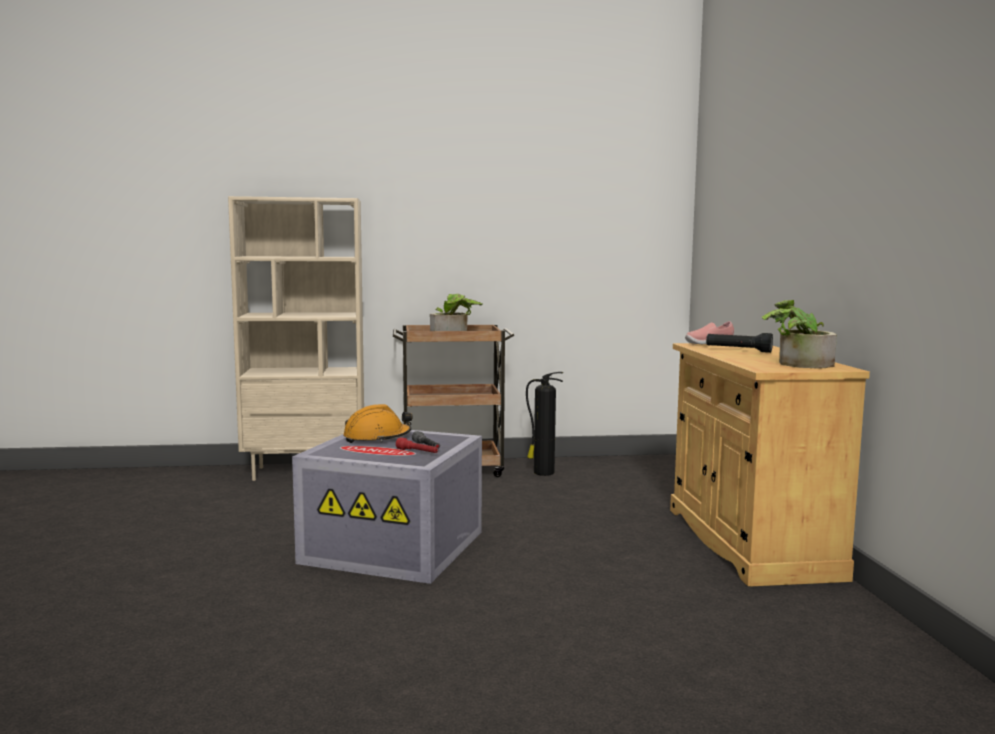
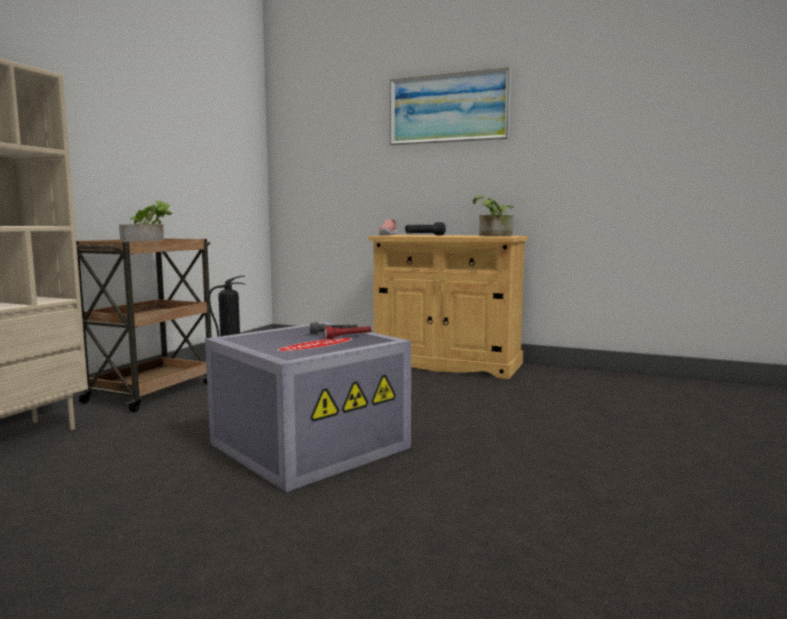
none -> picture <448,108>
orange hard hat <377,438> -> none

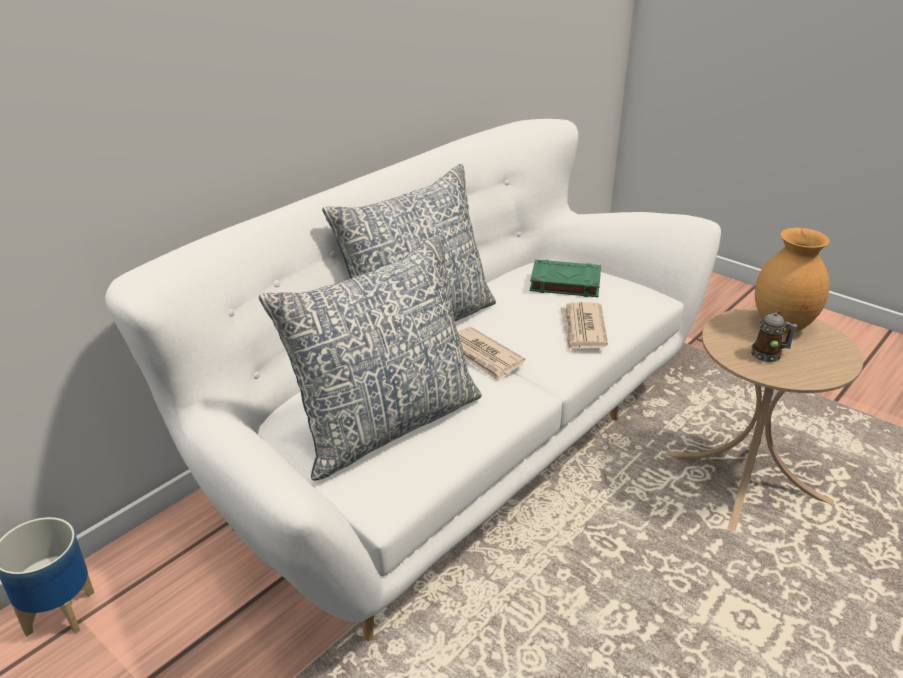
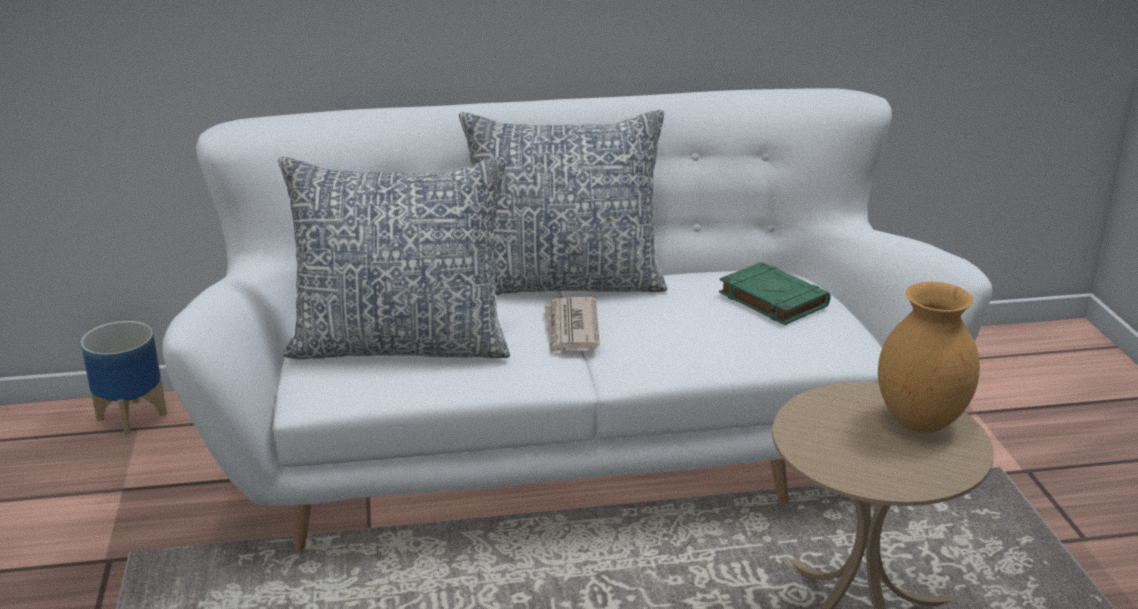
newspaper <582,329> -> none
mug <769,355> -> none

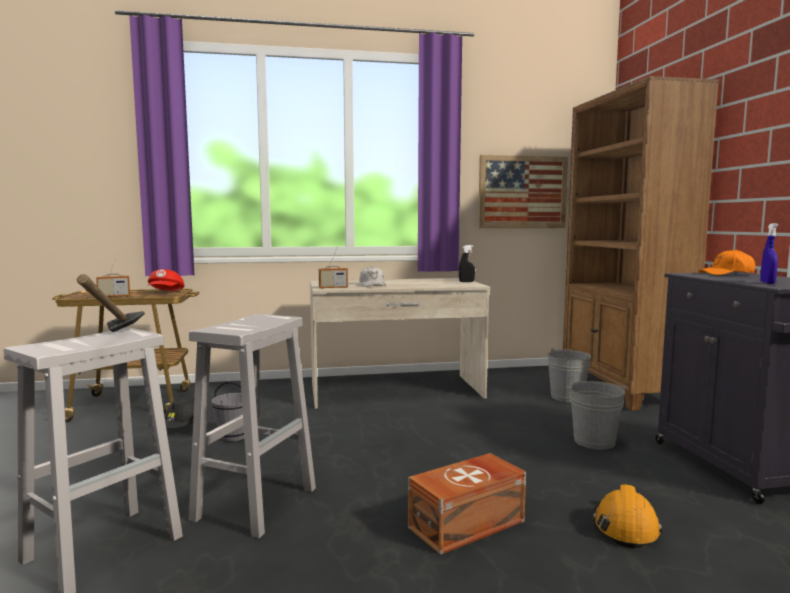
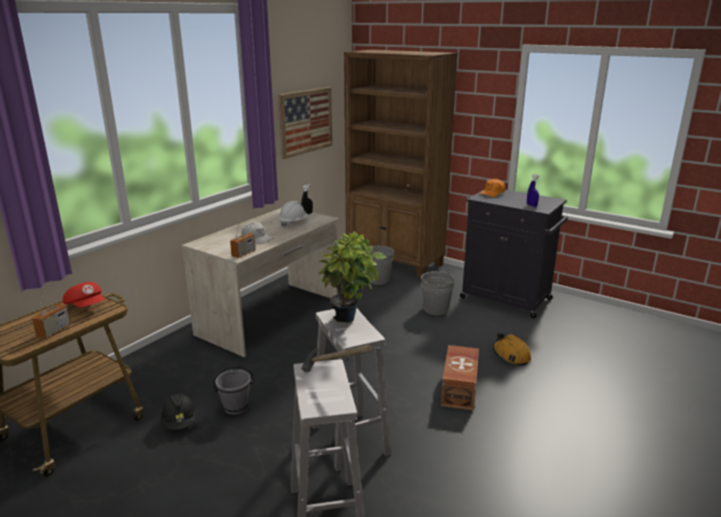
none -> white hard hat <293,223>
none -> potted plant <349,320>

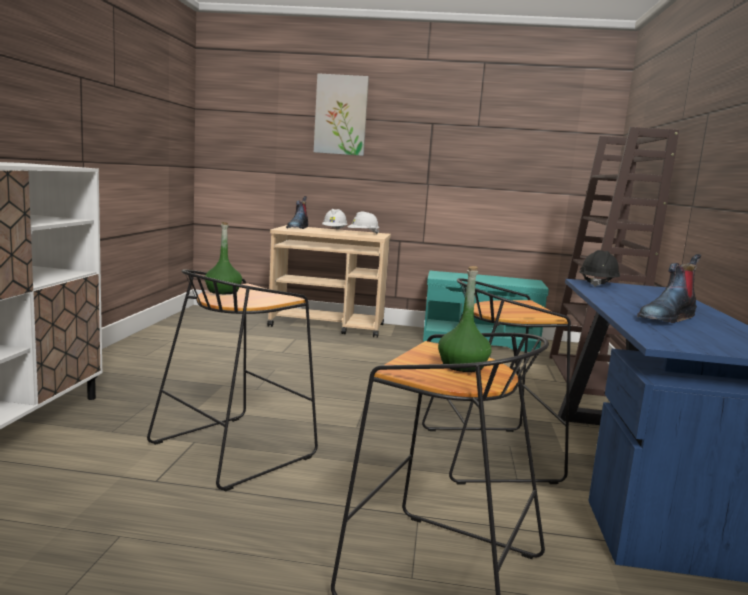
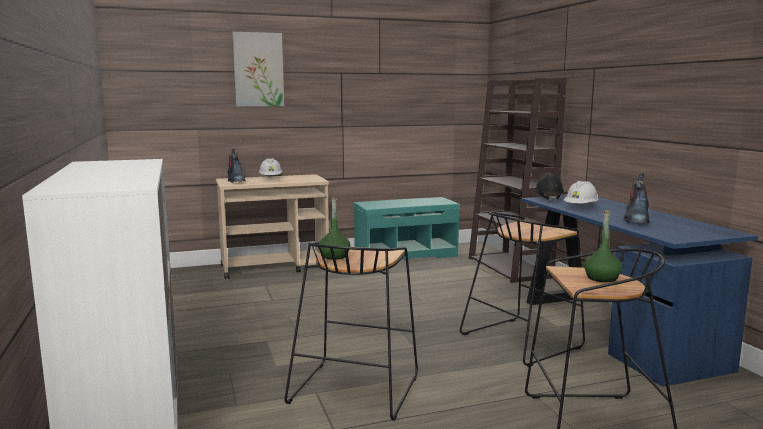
white hard hat <363,234> -> white hard hat <580,207>, move

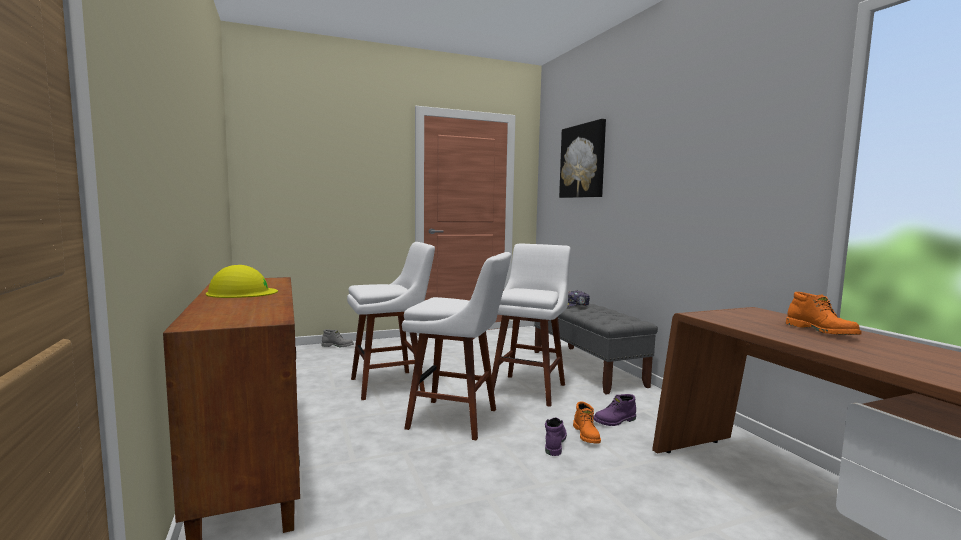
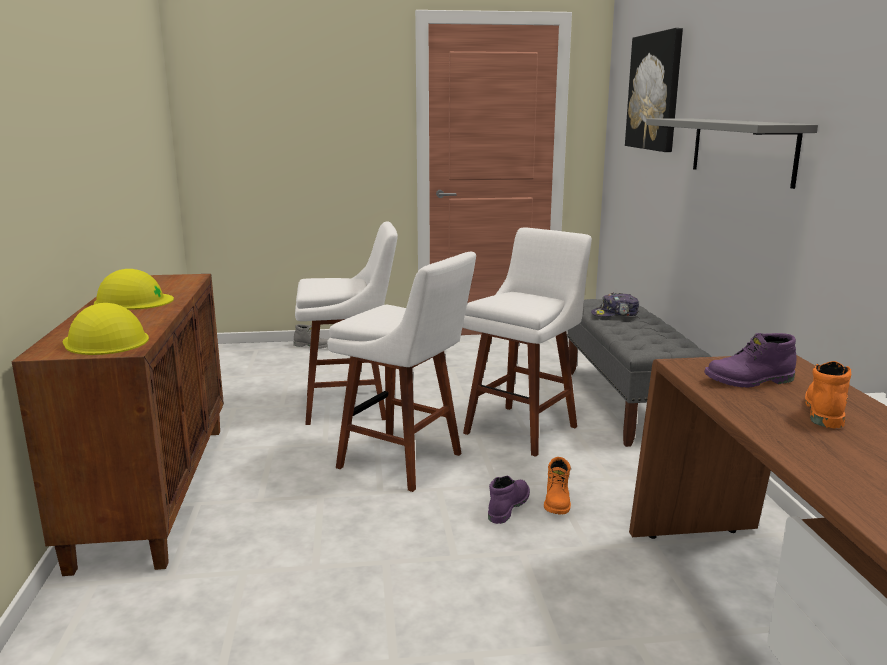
none -> yellow hard hat <105,341>
none -> grey shelf <741,149>
purple boot <615,421> -> purple boot <749,381>, move
orange boot <822,331> -> orange boot <824,409>, 150 degrees counterclockwise

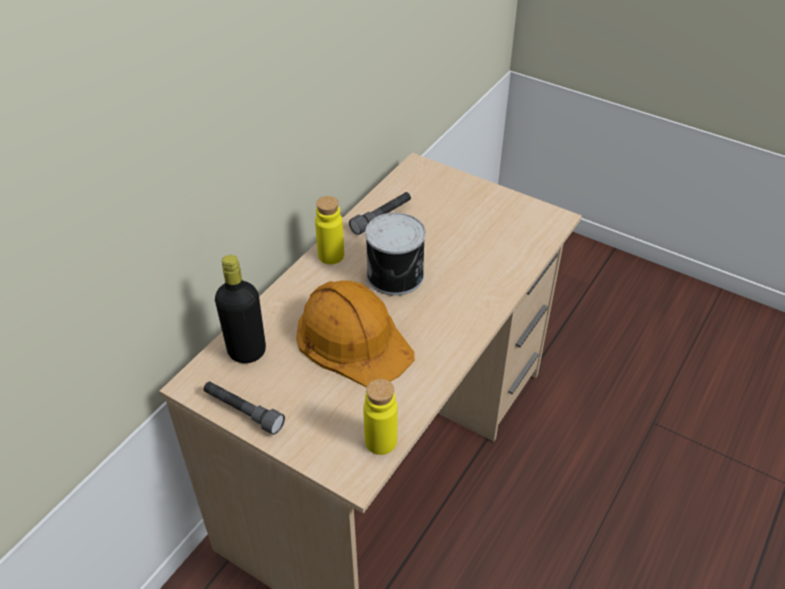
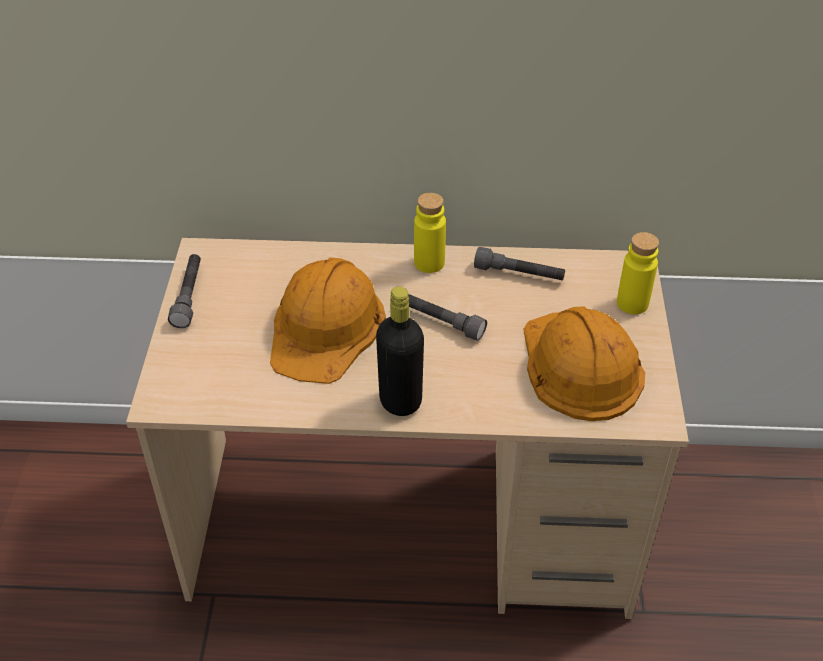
black bottle <247,352> -> black bottle <400,401>, move
can <396,275> -> grey flashlight <440,321>
none -> orange hard hat <579,365>
yellow bottle <381,441> -> yellow bottle <632,303>, move

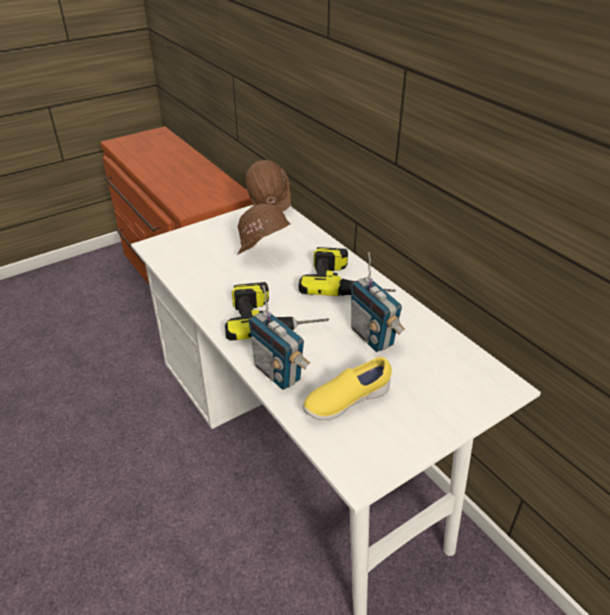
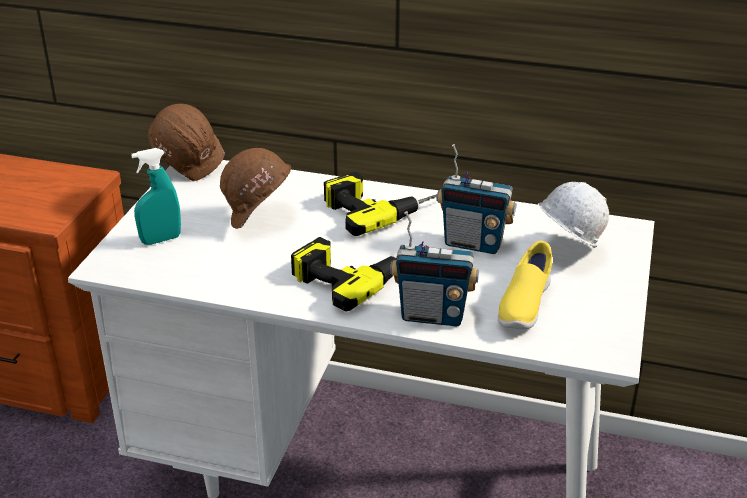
none -> turquoise spray bottle <161,240>
none -> white hard hat <566,252>

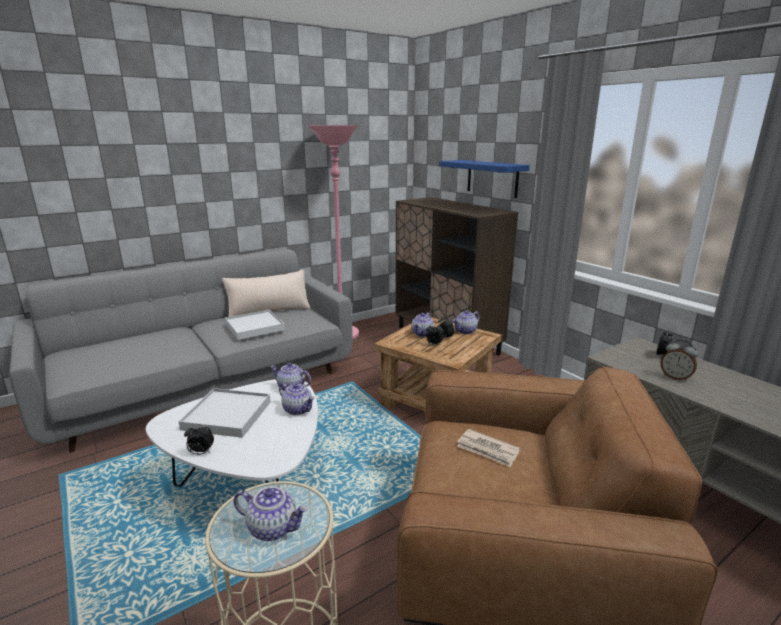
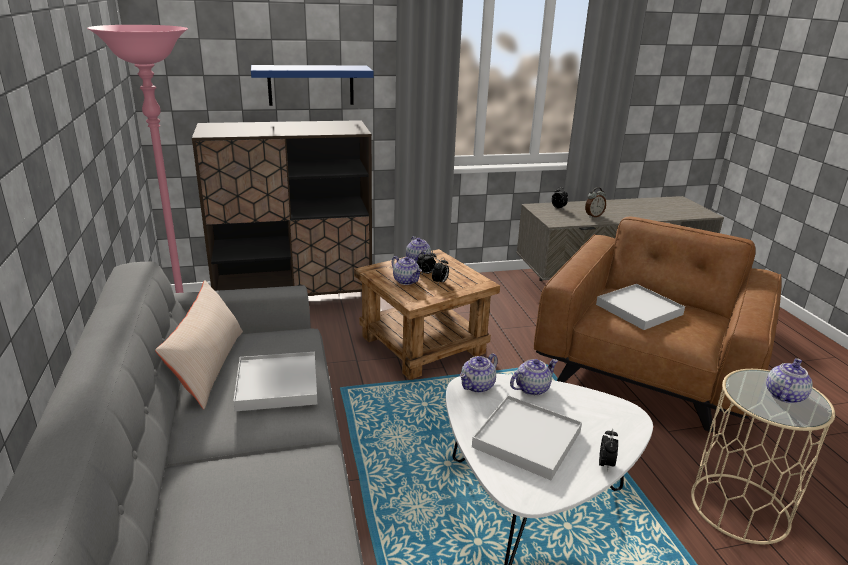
newspaper <487,450> -> white tray <639,309>

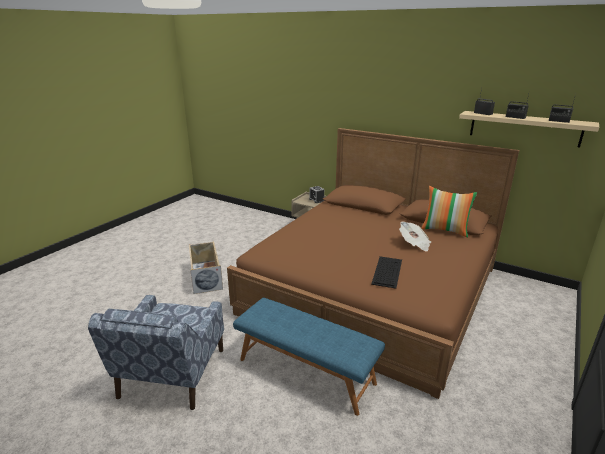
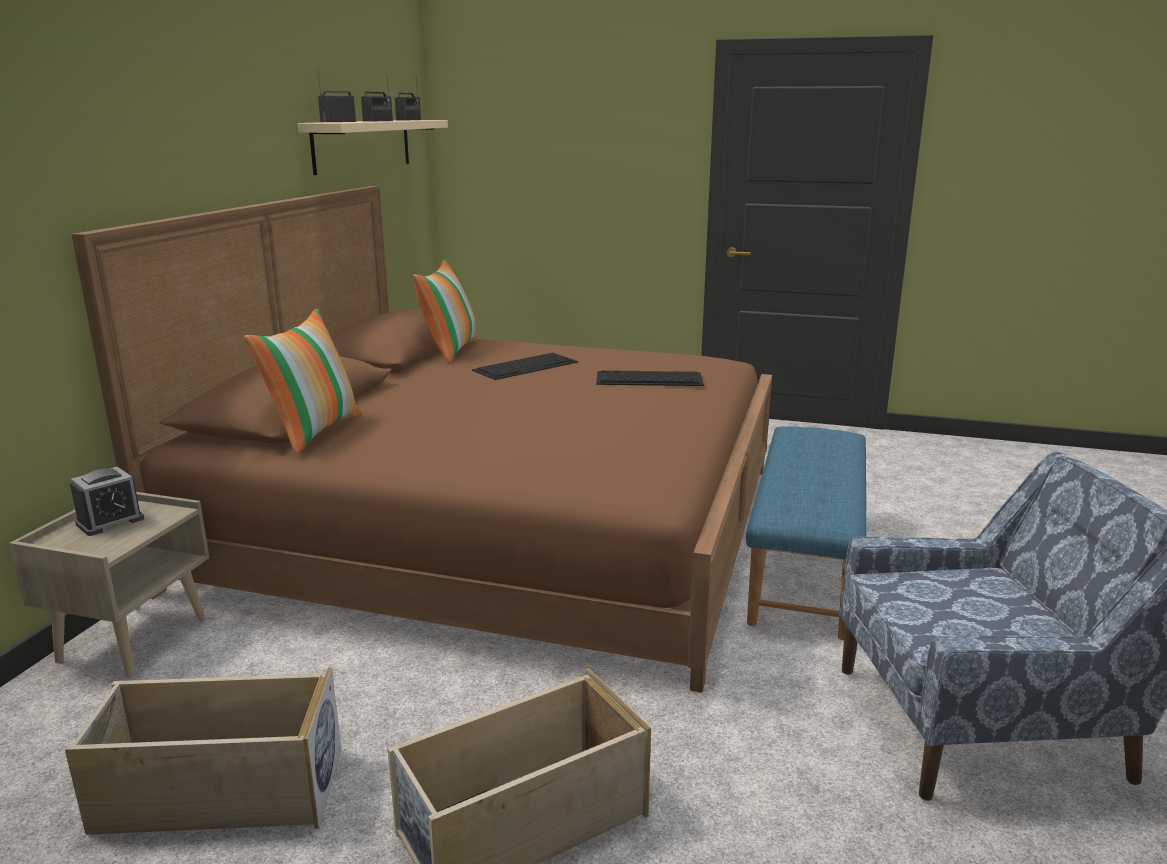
none -> beige storage box <218,792>
none -> pillow <313,431>
newspaper <414,244> -> keyboard <526,366>

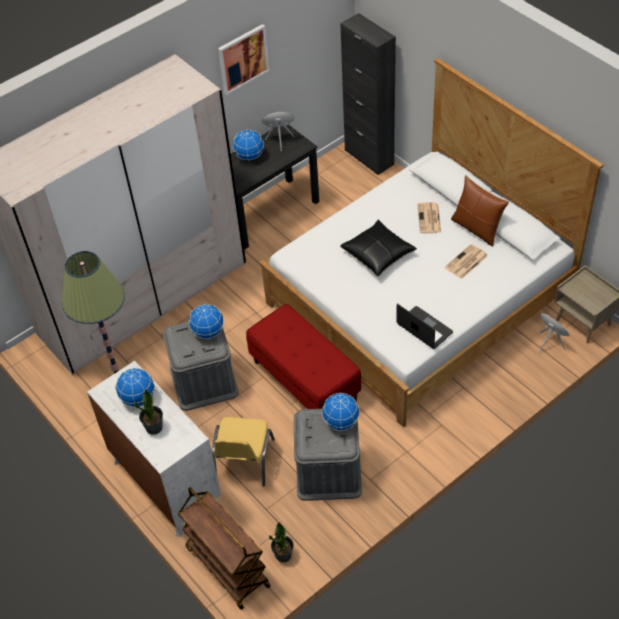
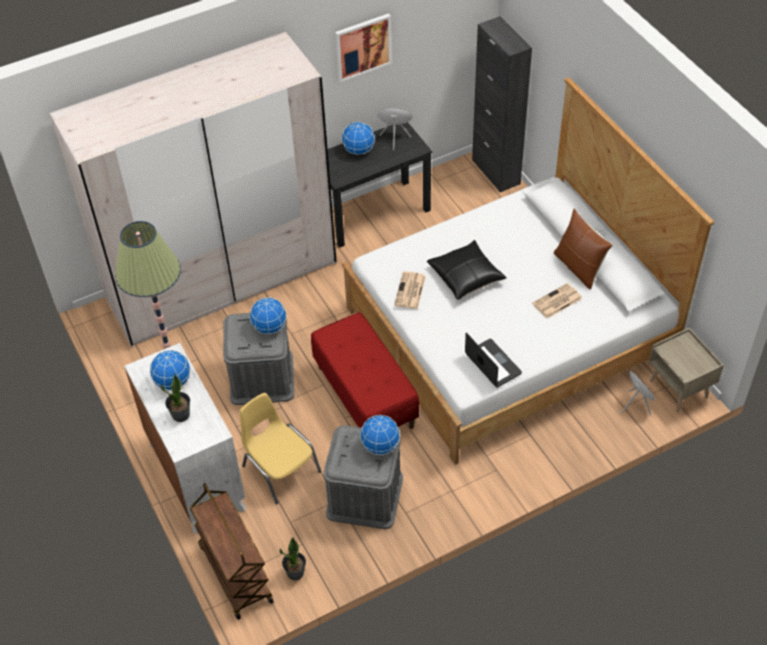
yellow chair <243,461> -> yellow chair <280,468>, 120 degrees clockwise
newspaper <429,219> -> newspaper <410,291>, move

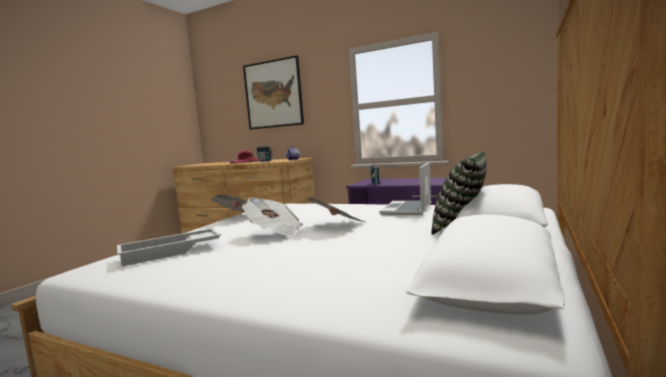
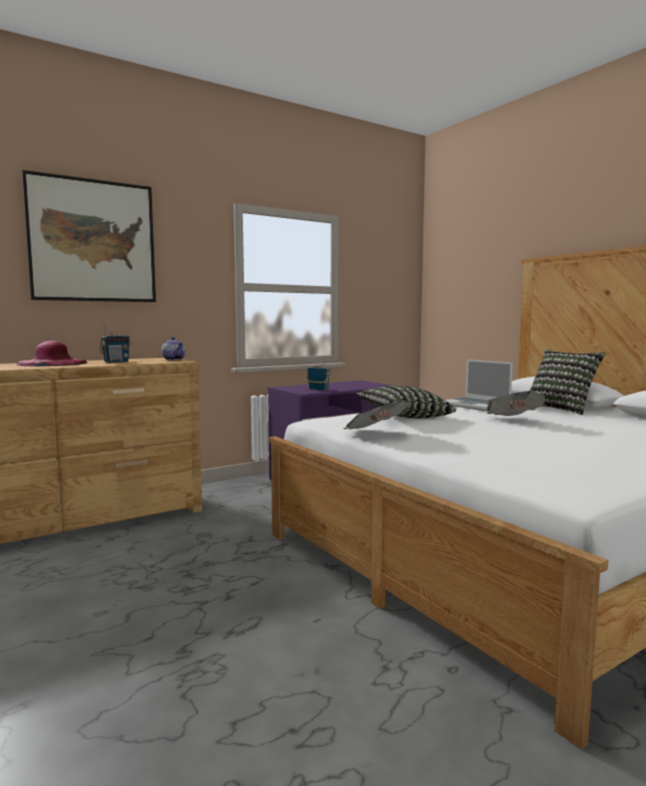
none -> pillow <403,417>
white tray <170,252> -> none
newspaper <274,231> -> none

